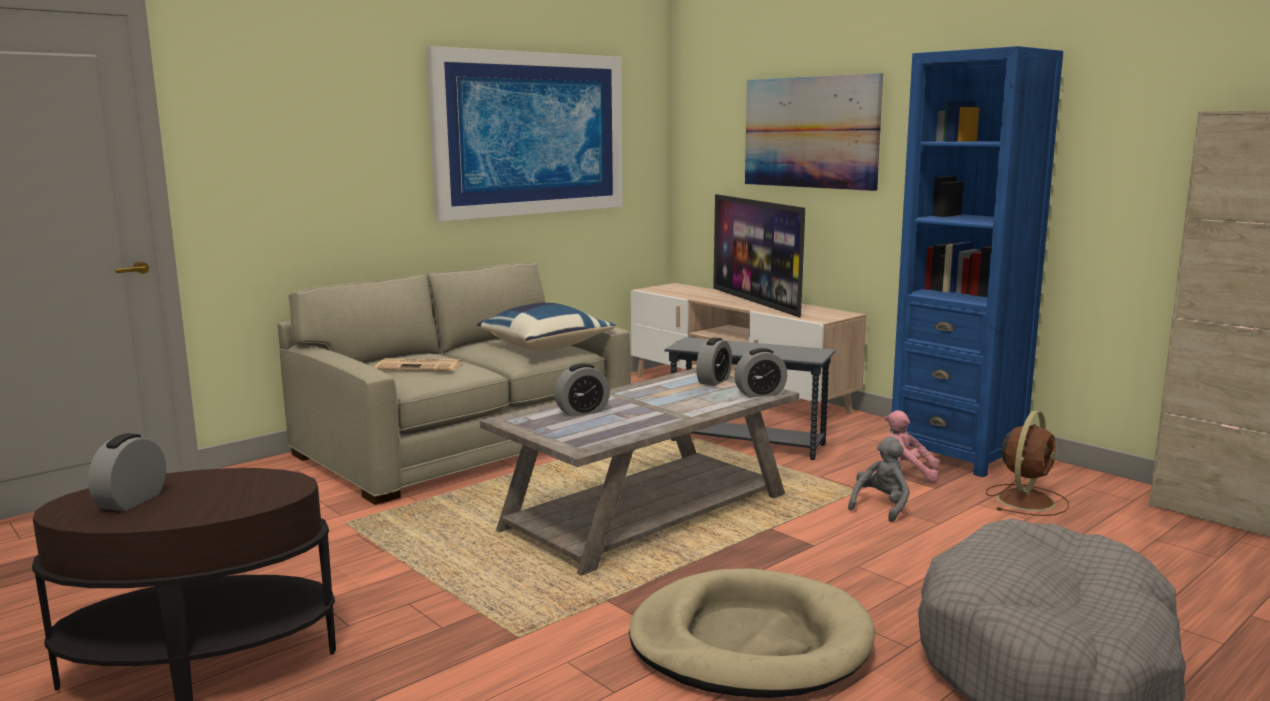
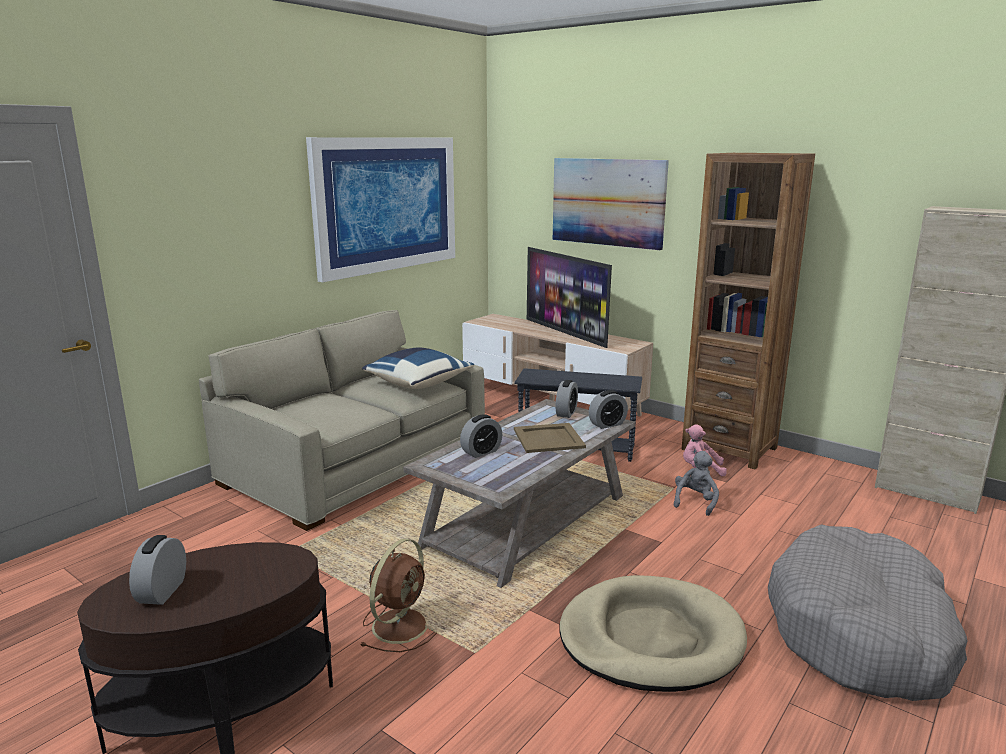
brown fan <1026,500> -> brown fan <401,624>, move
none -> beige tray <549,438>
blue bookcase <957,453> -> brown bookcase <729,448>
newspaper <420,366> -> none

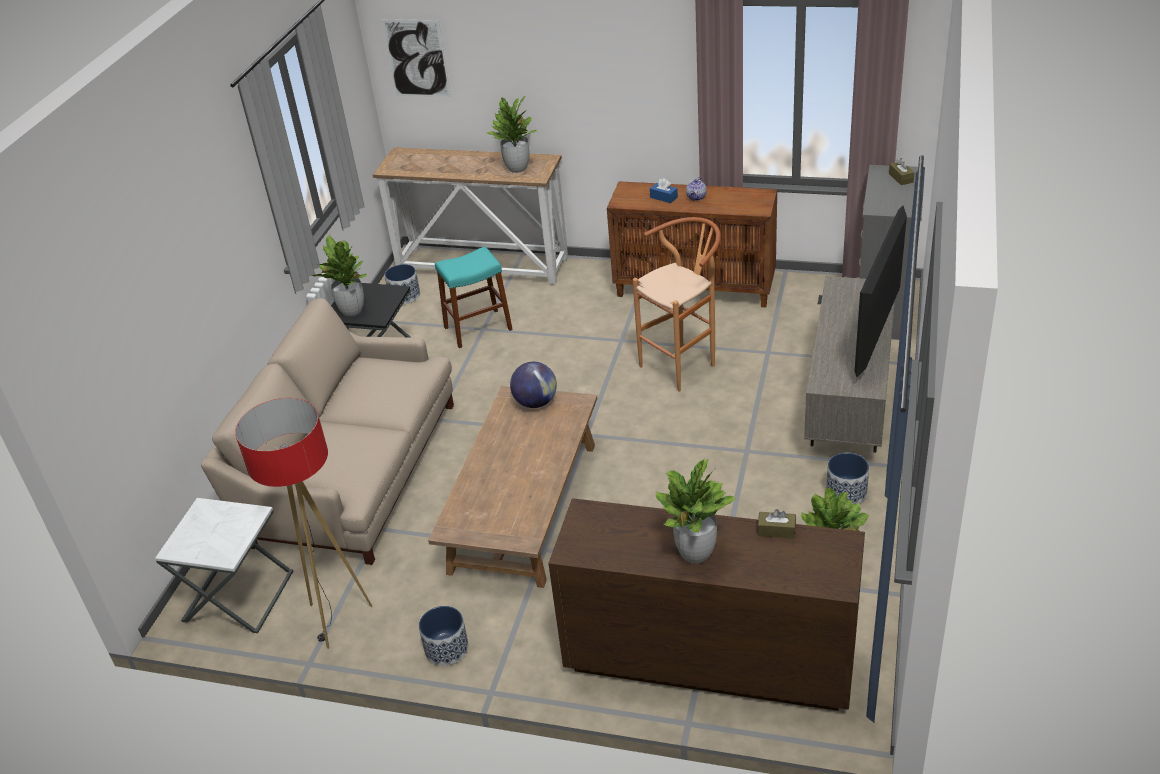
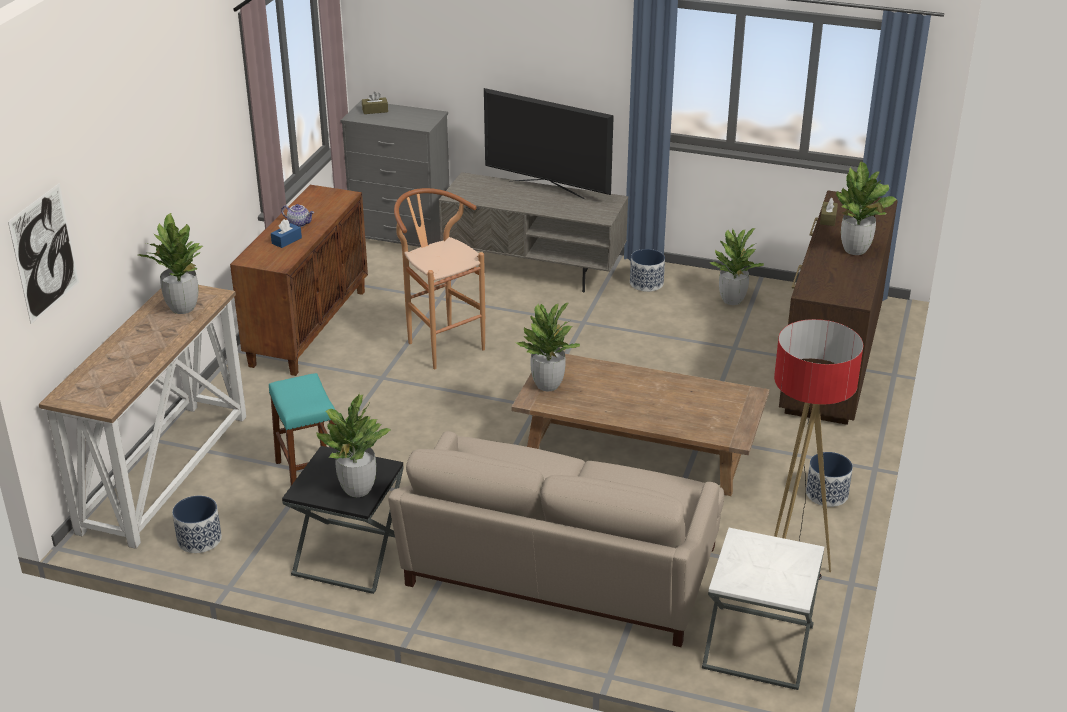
globe <535,402> -> potted plant <548,385>

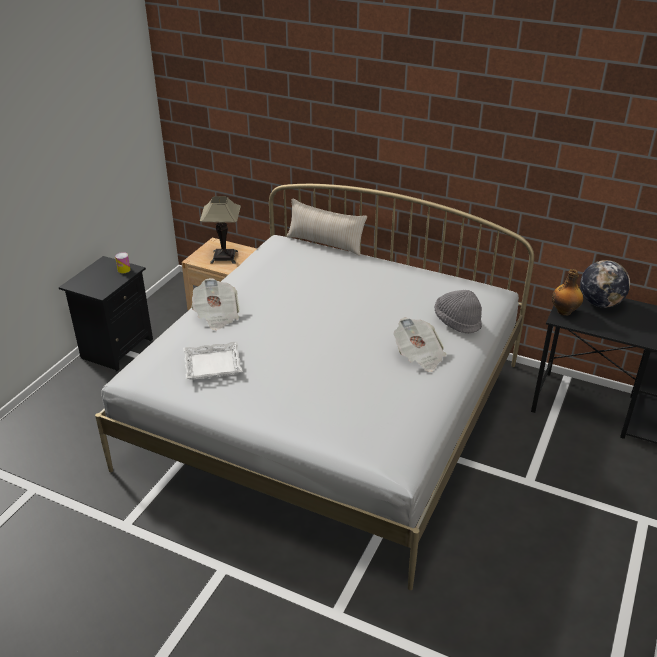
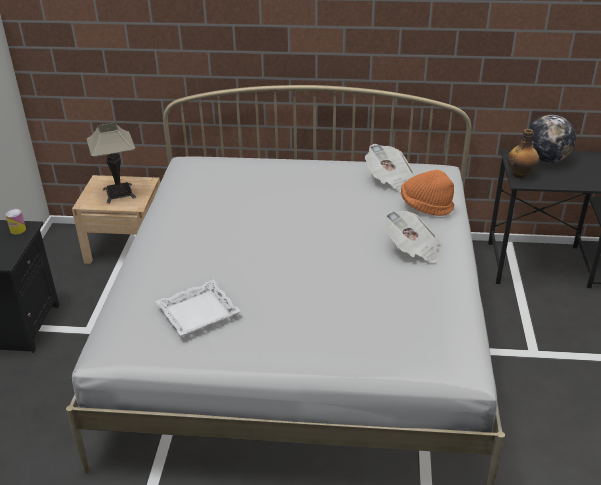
newspaper <217,315> -> newspaper <389,180>, move
grey hat <457,322> -> orange hat <426,206>
beige pillow <325,243> -> none

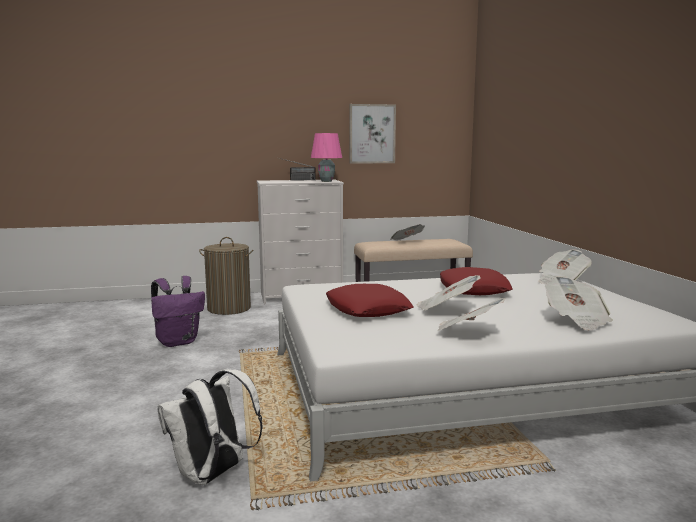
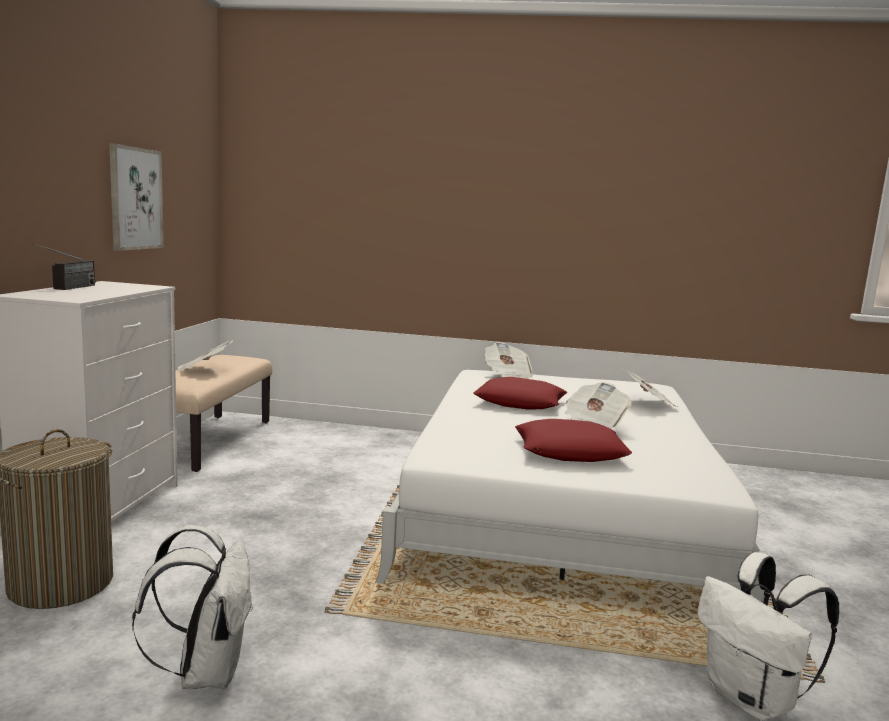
purple backpack <178,342> -> white backpack <206,671>
pink table lamp <327,181> -> none
newspaper <467,332> -> none

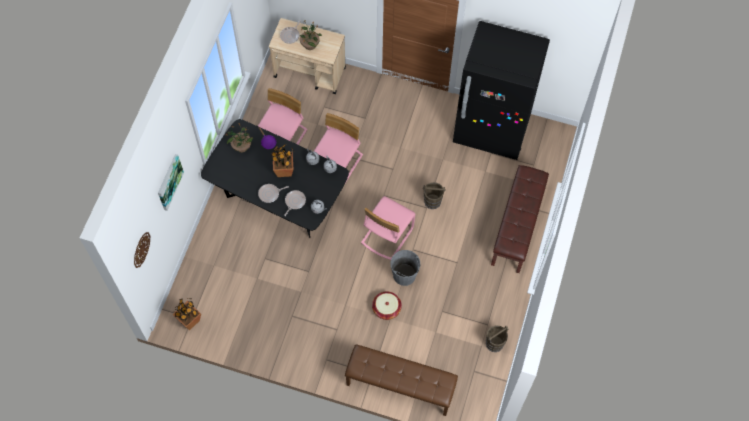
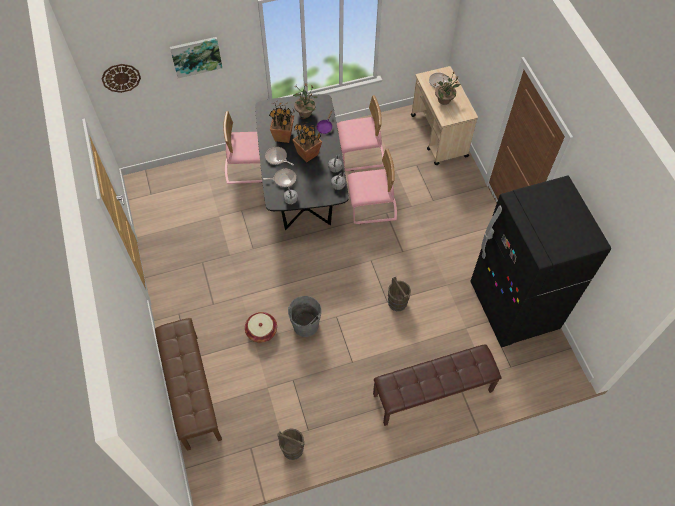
pink chair <386,235> -> pink chair <248,168>, move
potted plant <190,320> -> potted plant <283,136>, move

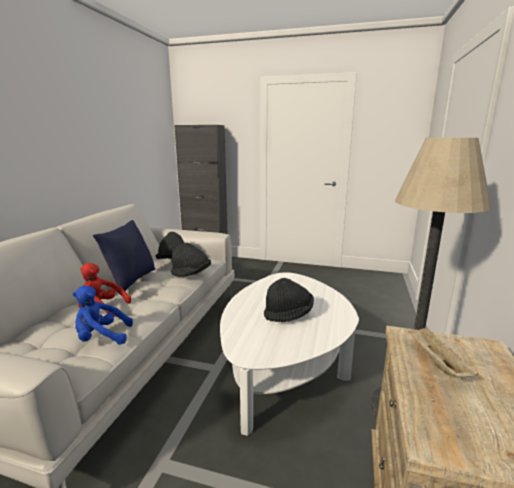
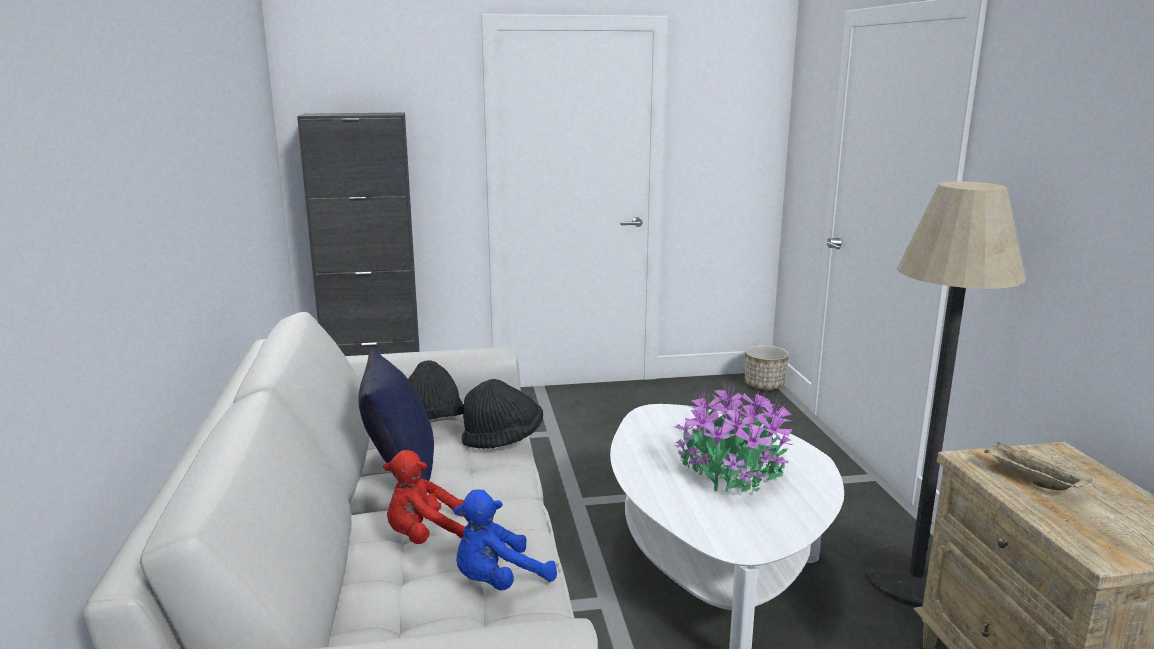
black hat <288,314> -> potted plant <731,474>
none -> planter <764,386>

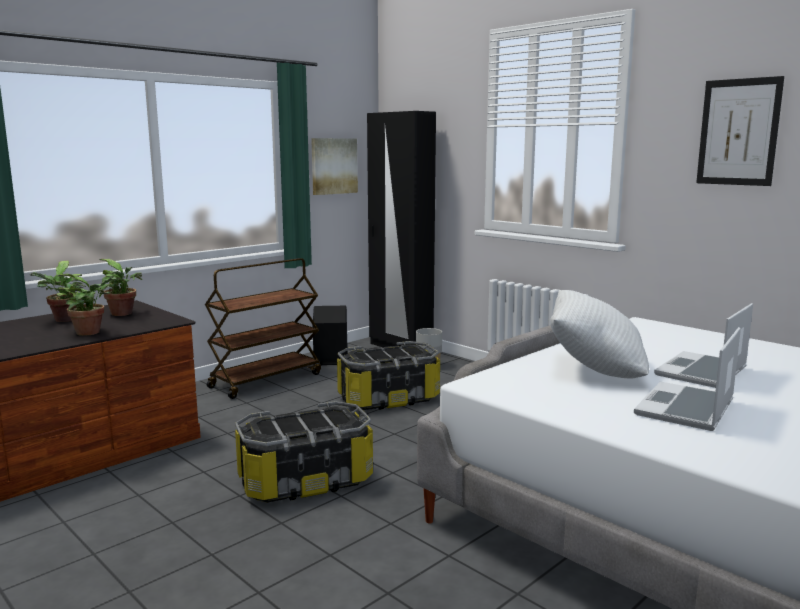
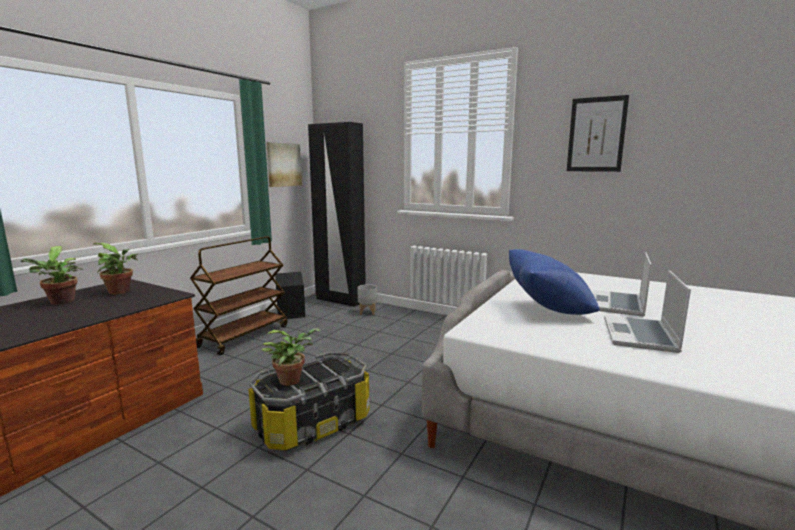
potted plant <91,332> -> potted plant <292,380>, move
white pillow <595,370> -> blue pillow <547,310>
storage box <388,398> -> none

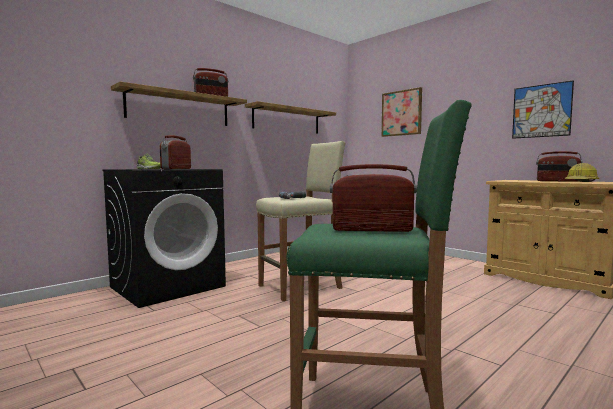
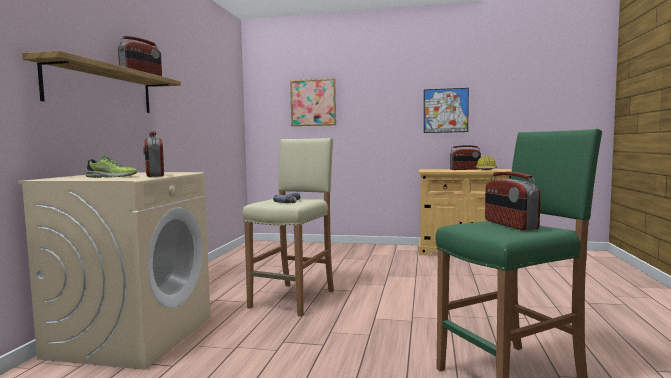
black washing machine <168,286> -> beige washing machine <132,336>
radio <371,229> -> radio <509,225>, 75 degrees counterclockwise
shelf <287,120> -> none

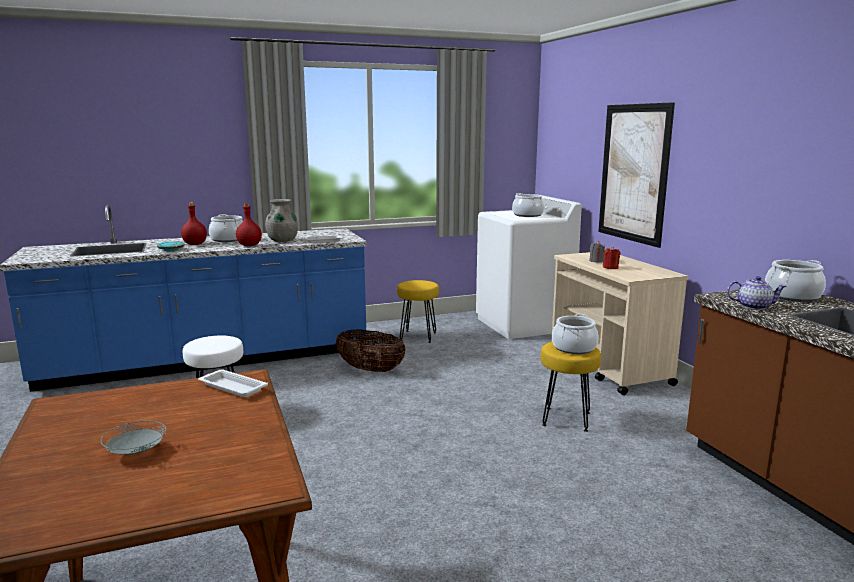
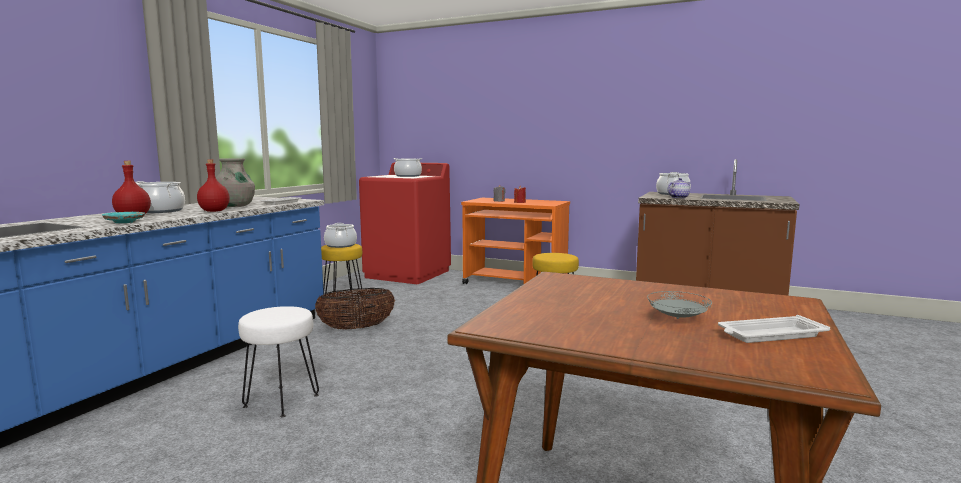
cooking pot <573,348> -> cooking pot <340,245>, move
white washing machine <523,324> -> red washing machine <408,274>
beige cart <609,368> -> orange cart <516,284>
white tray <232,387> -> white tray <770,335>, move
picture <633,173> -> none

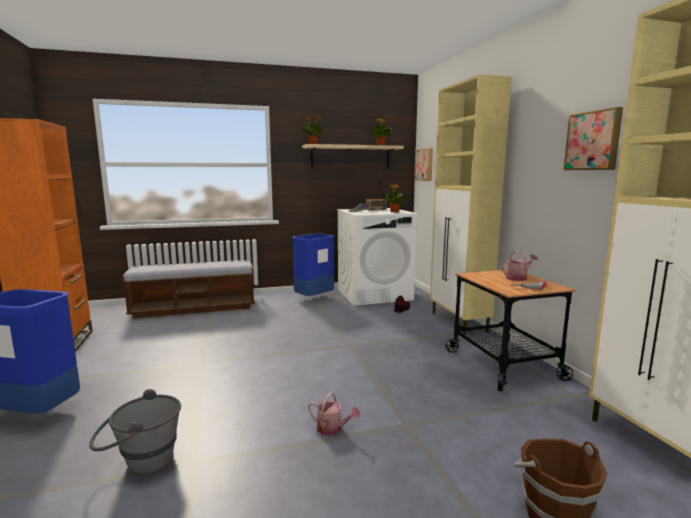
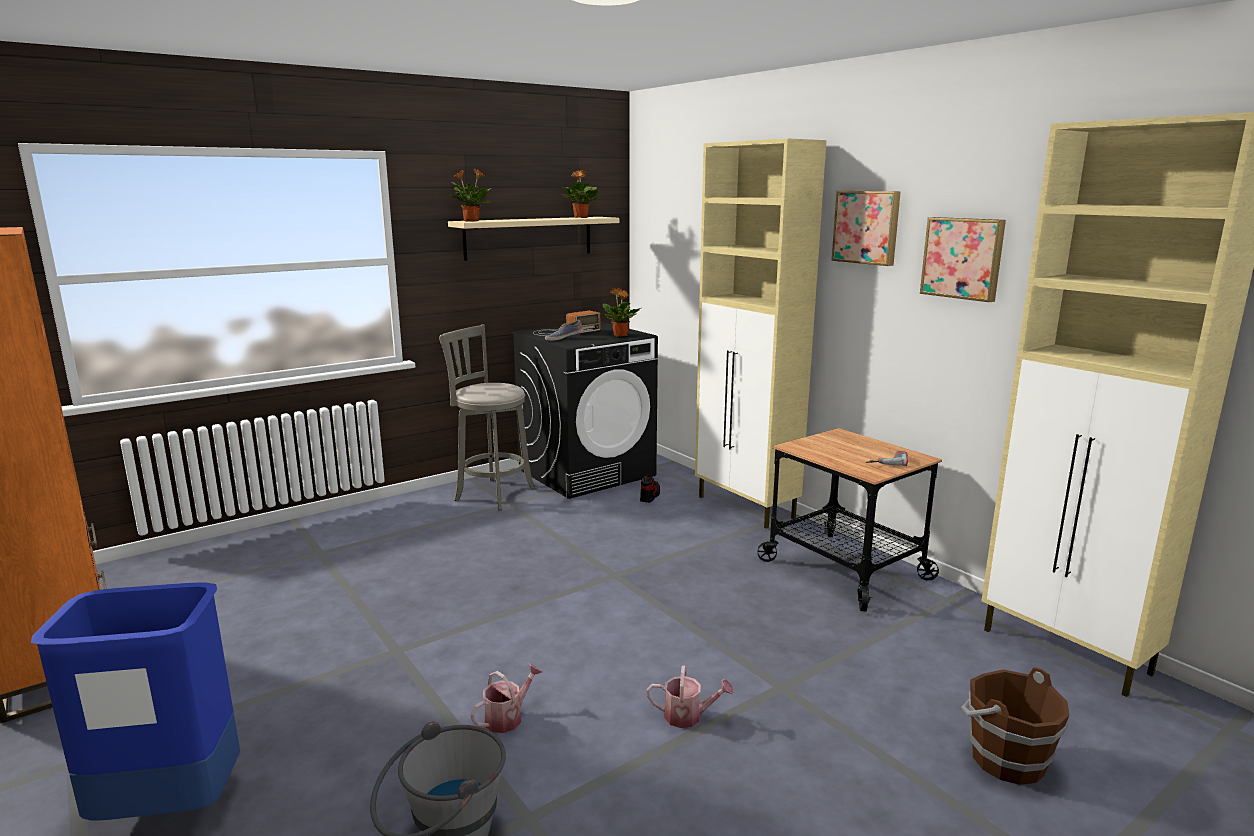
blue trash can <314,298> -> grey stool <491,493>
watering can <518,278> -> watering can <507,717>, move
white washing machine <374,294> -> black washing machine <587,472>
picture <424,164> -> picture <867,227>, move
bench <194,308> -> none

